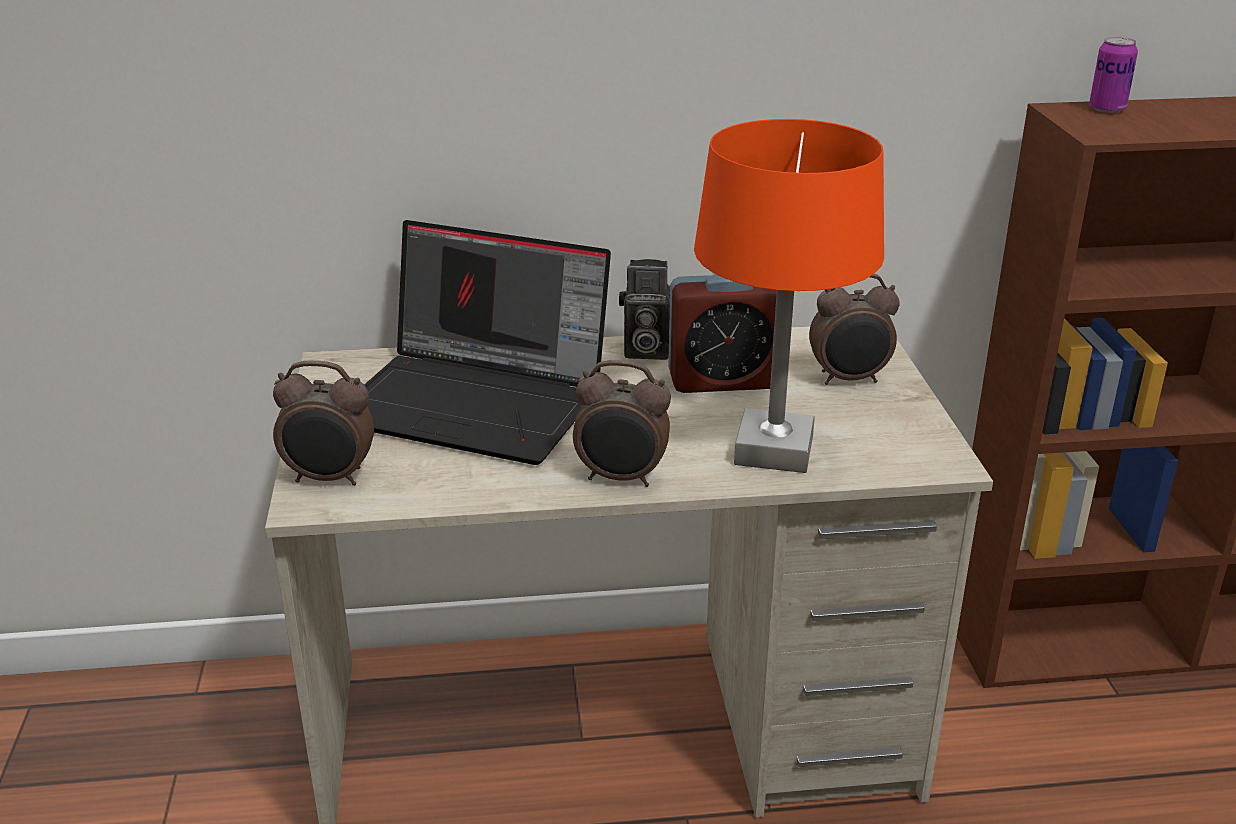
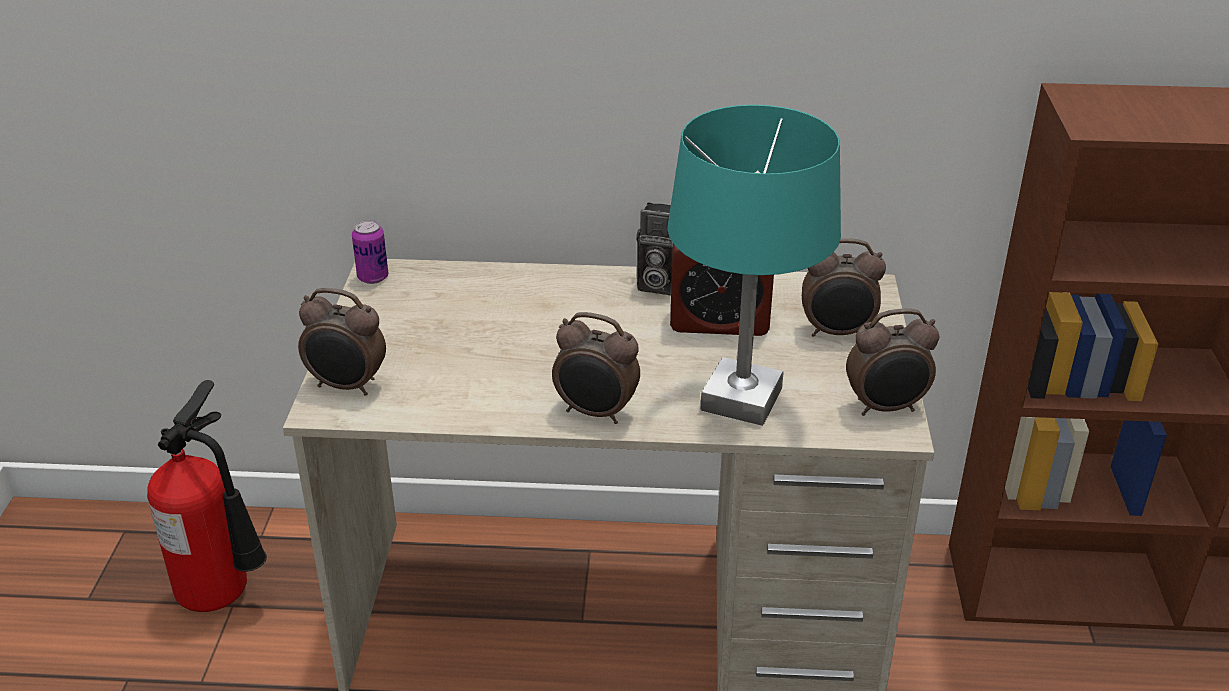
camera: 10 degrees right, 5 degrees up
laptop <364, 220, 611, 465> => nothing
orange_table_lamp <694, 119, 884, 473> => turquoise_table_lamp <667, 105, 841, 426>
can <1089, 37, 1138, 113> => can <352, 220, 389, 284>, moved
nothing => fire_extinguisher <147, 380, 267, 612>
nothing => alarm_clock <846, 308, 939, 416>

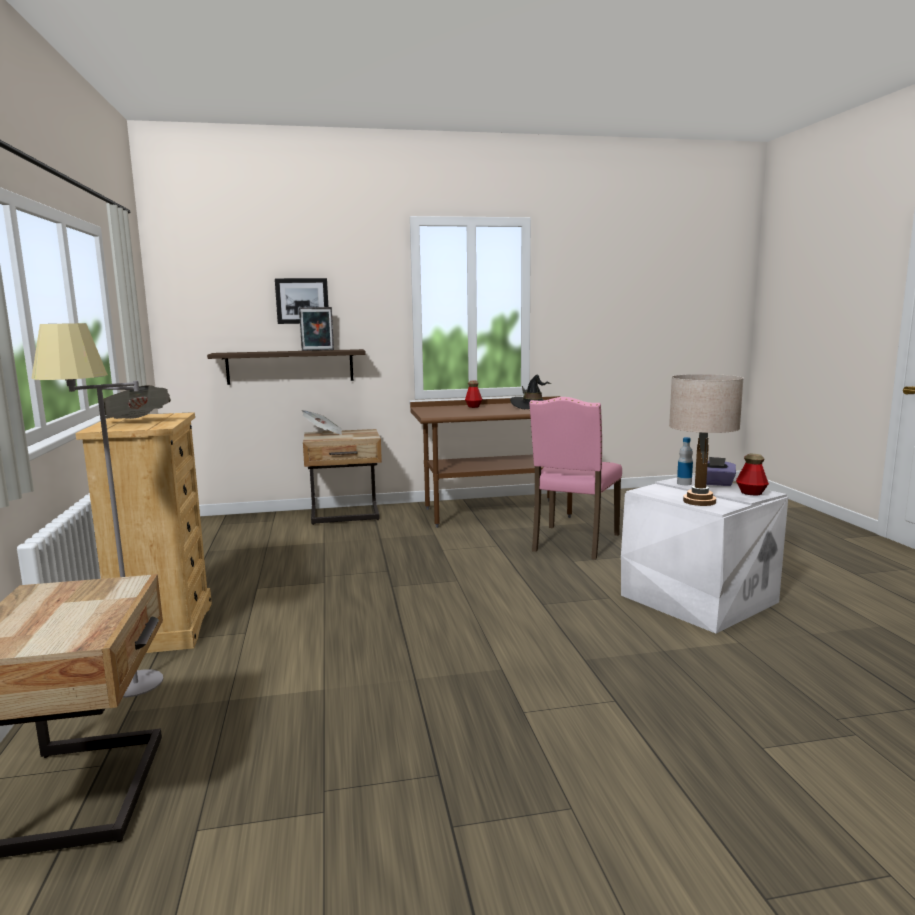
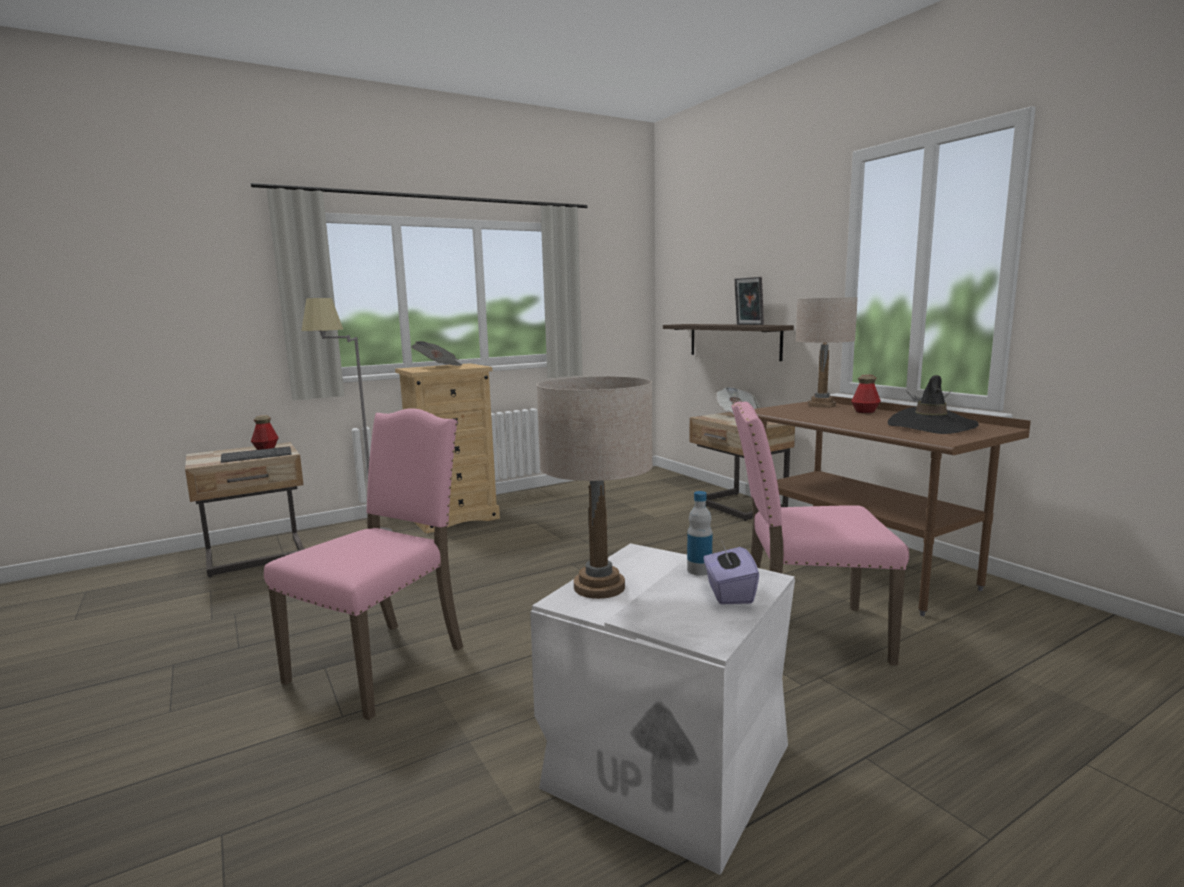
camera: 70 degrees right, 0 degrees up
picture <275, 278, 328, 324> => nothing
bottle <736, 454, 769, 495> => bottle <251, 415, 279, 450>, moved
nothing => keyboard <221, 446, 292, 463>
nothing => pink_chair <264, 408, 463, 720>
nothing => beige_table_lamp <796, 297, 858, 408>

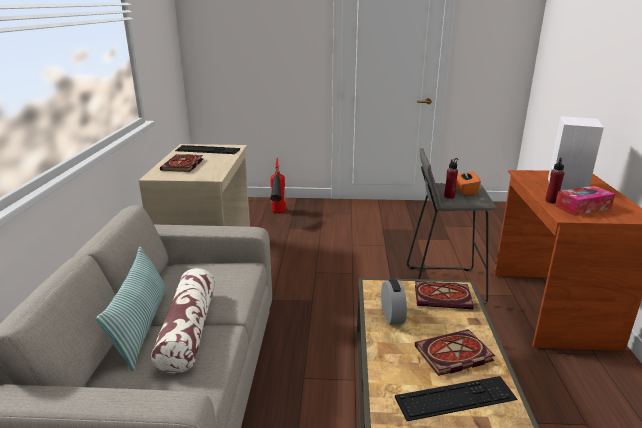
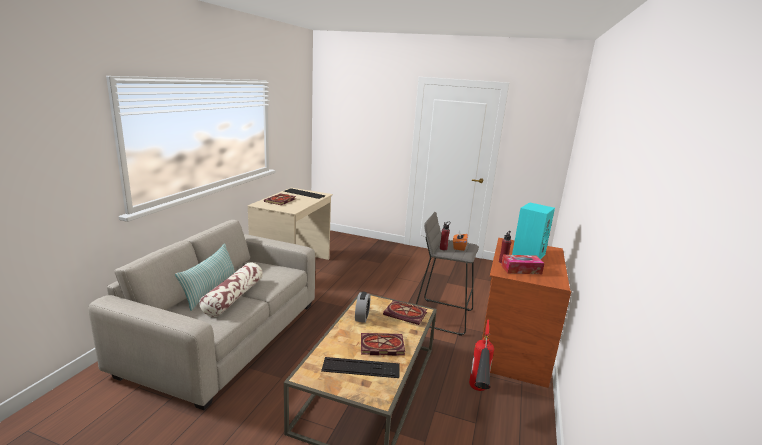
camera: 15 degrees right, 5 degrees down
fire_extinguisher <270, 158, 286, 213> => fire_extinguisher <469, 320, 494, 391>, moved
white_speaker <548, 116, 604, 191> => turquoise_speaker <512, 202, 555, 259>

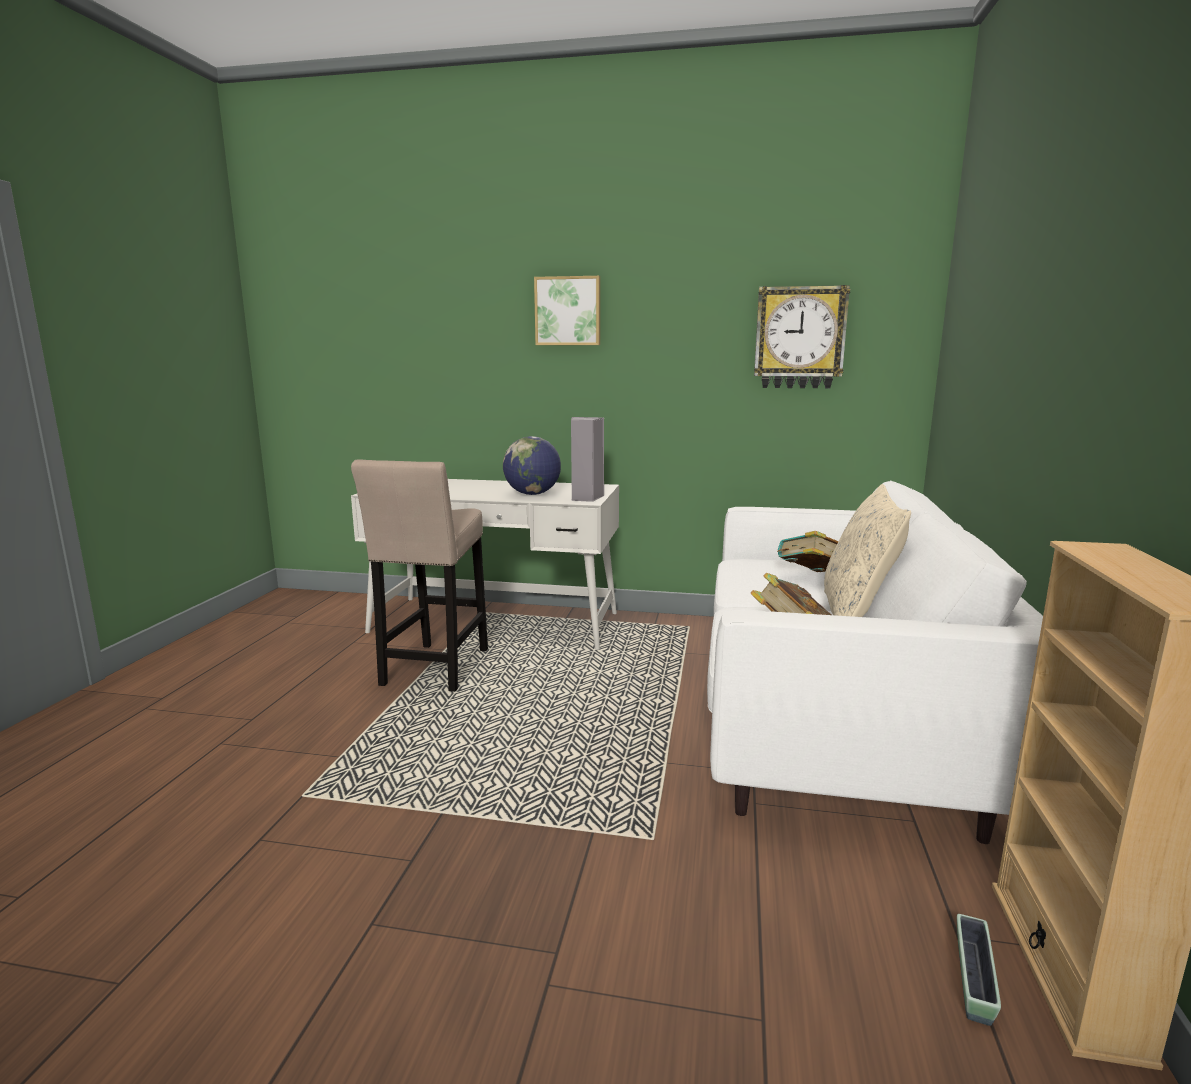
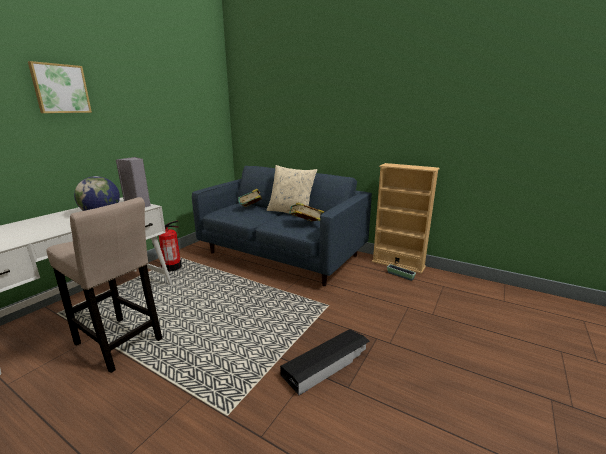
camera: 70 degrees left, 5 degrees up
white_sofa <707, 480, 1043, 844> => blue_sofa <192, 166, 372, 286>
wall_clock <754, 285, 850, 389> => nothing
nothing => fire_extinguisher <153, 221, 182, 271>
nothing => black_storage_box <280, 329, 370, 396>

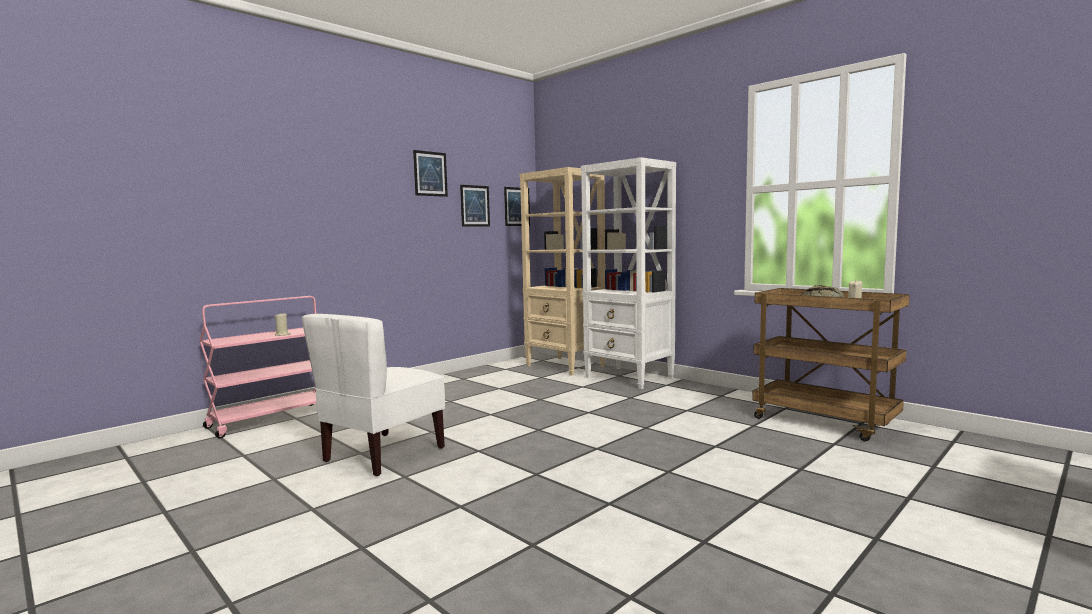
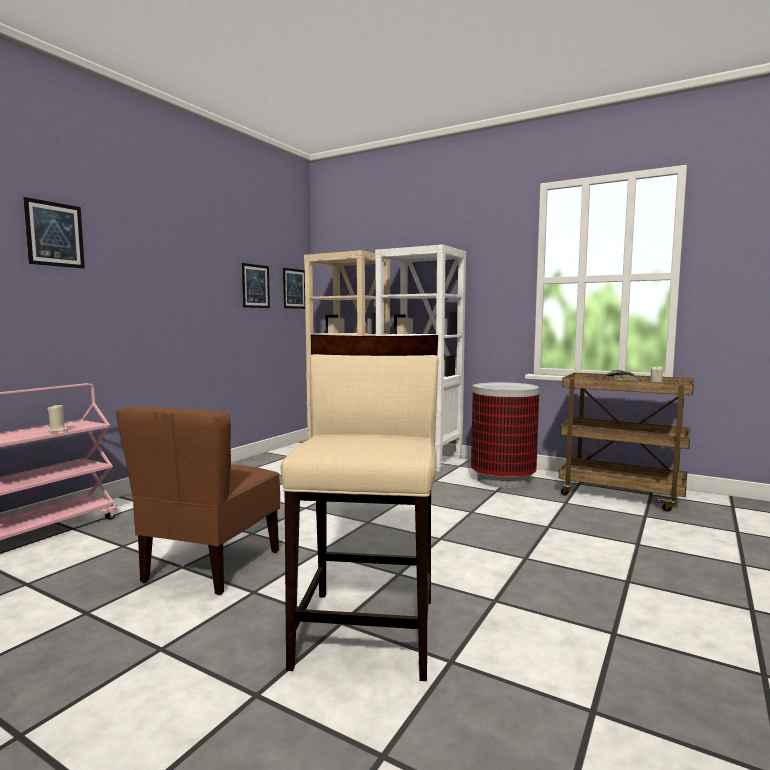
camera: 15 degrees left, 0 degrees up
white_chair <302, 314, 445, 476> => brown_chair <116, 407, 280, 595>
picture <413, 150, 448, 197> => picture <23, 197, 85, 268>, moved
nothing => beige_stool <281, 335, 439, 681>
nothing => trash_can <471, 382, 539, 488>

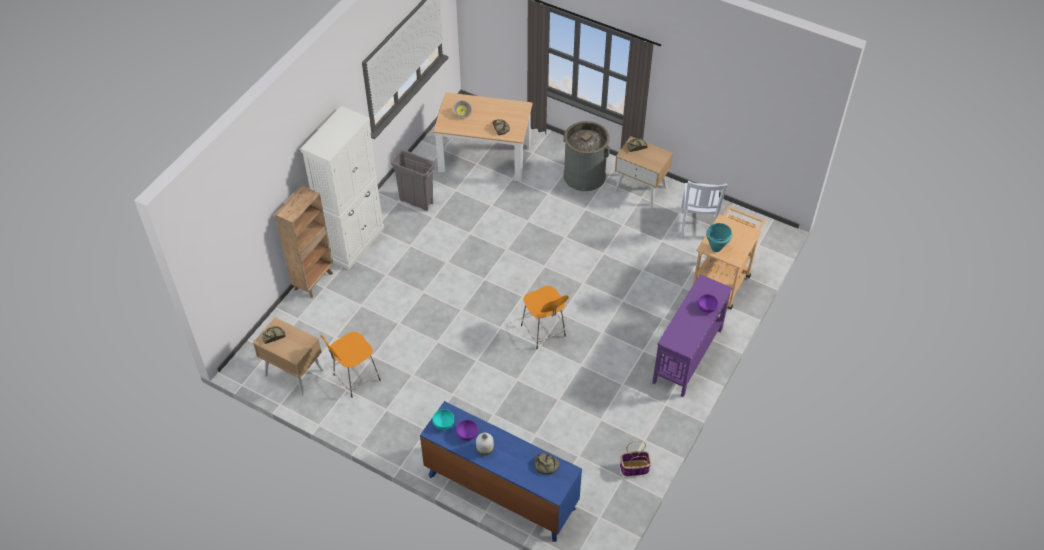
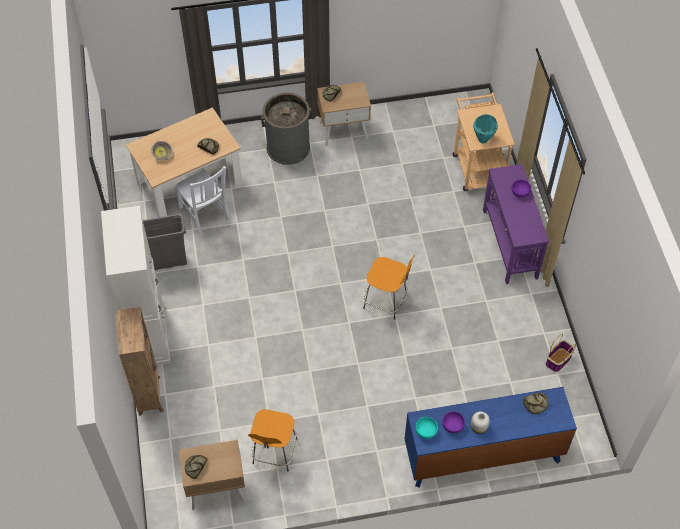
camera: 40 degrees left, 5 degrees up
white_chair <680, 181, 727, 238> => white_chair <174, 166, 230, 236>, moved

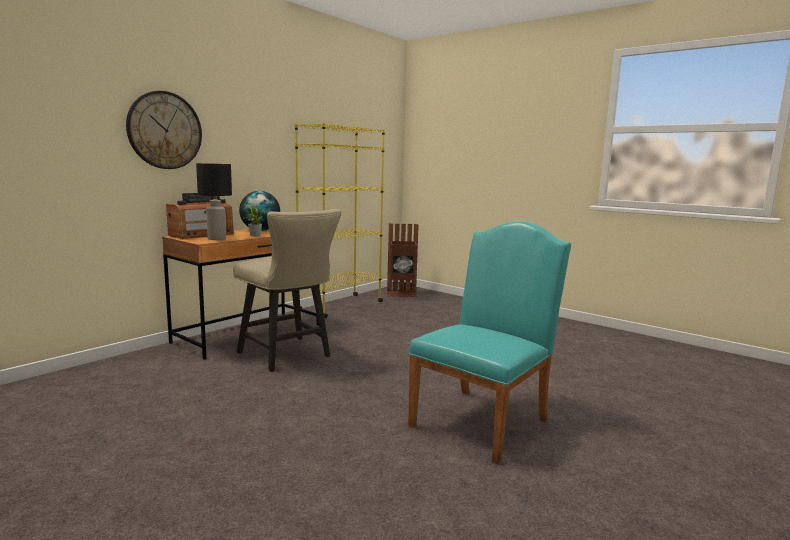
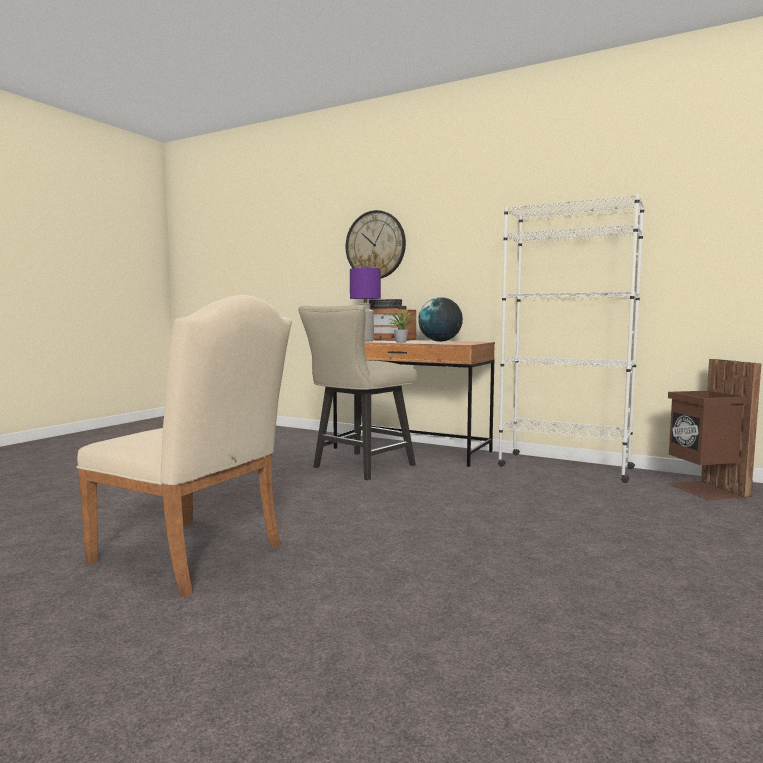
camera: 80 degrees right, 5 degrees down
black_table_lamp <196, 163, 232, 240> => purple_table_lamp <350, 268, 381, 341>
yellow_bookcase <295, 123, 385, 318> => white_bookcase <498, 194, 645, 483>
turquoise_chair <408, 221, 571, 464> => beige_chair <77, 295, 292, 597>

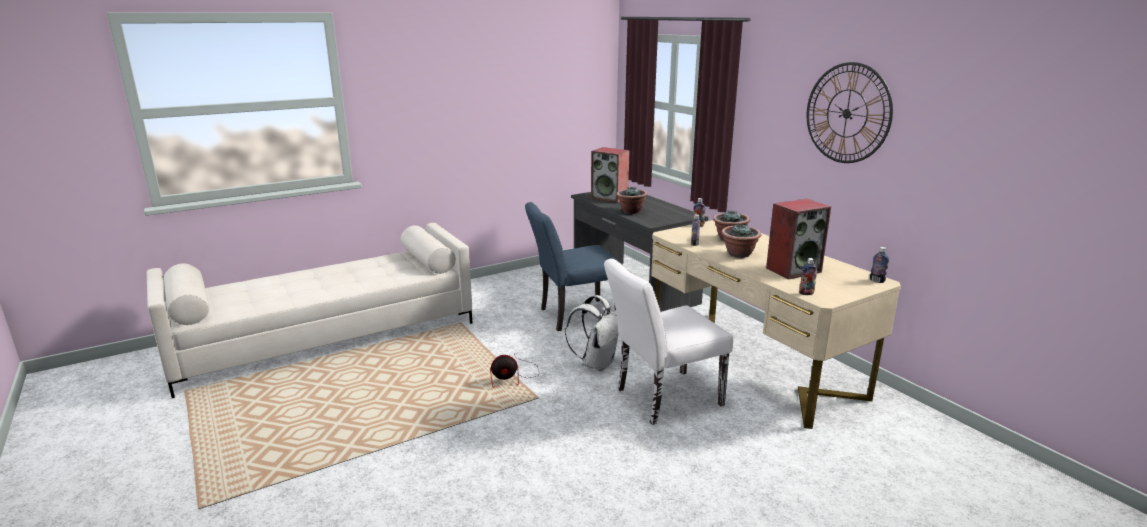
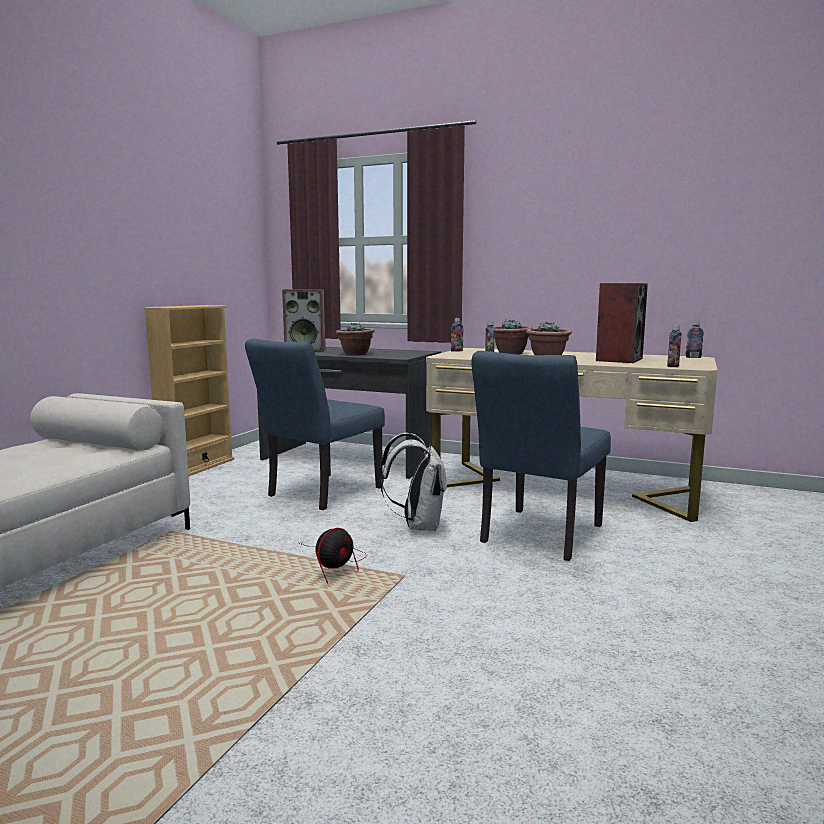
camera: 35 degrees left, 10 degrees down
white_chair <604, 258, 733, 425> => blue_chair <471, 351, 611, 561>
wall_clock <807, 62, 893, 163> => nothing
nothing => beige_bookcase <144, 305, 234, 476>

